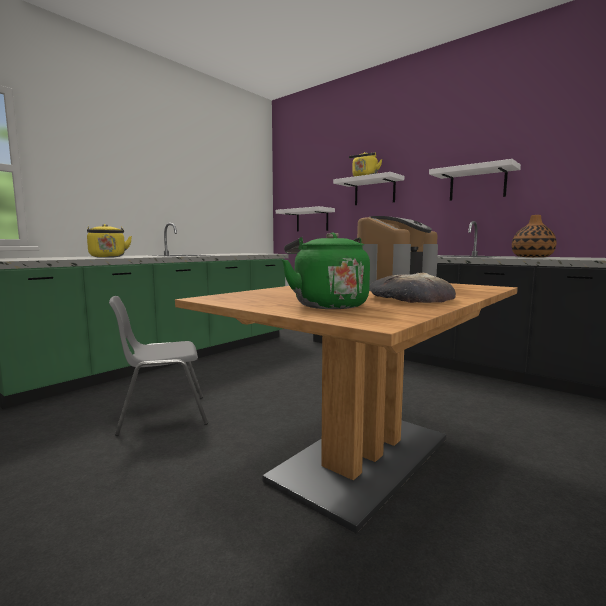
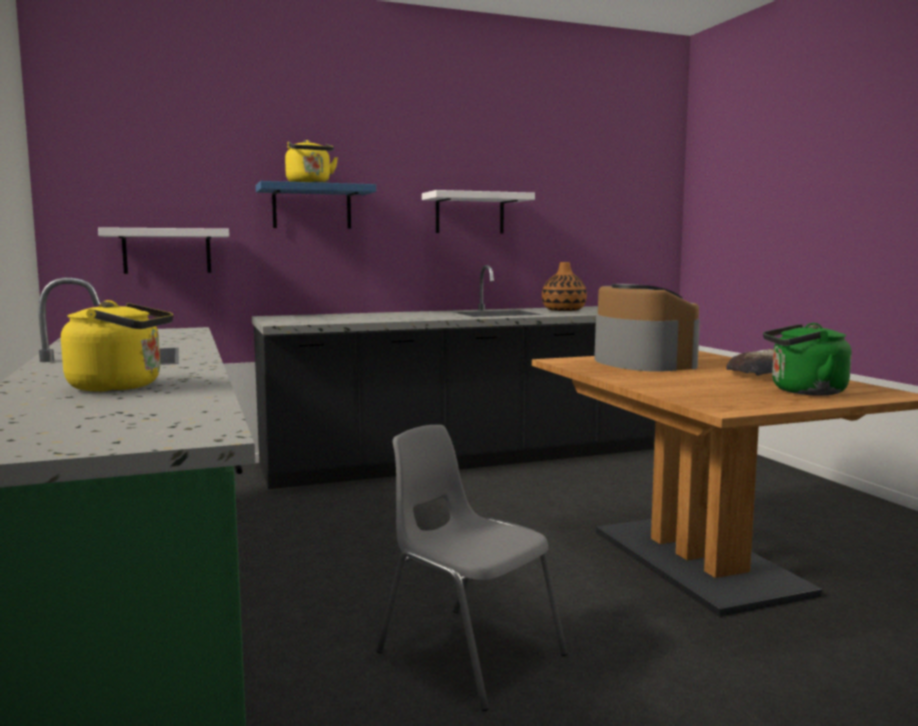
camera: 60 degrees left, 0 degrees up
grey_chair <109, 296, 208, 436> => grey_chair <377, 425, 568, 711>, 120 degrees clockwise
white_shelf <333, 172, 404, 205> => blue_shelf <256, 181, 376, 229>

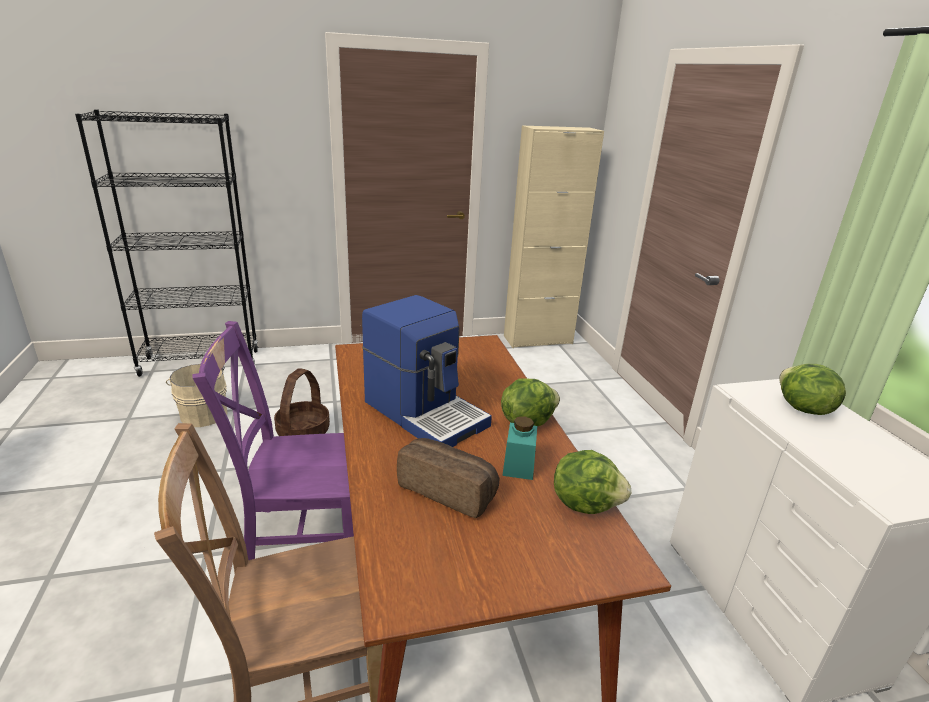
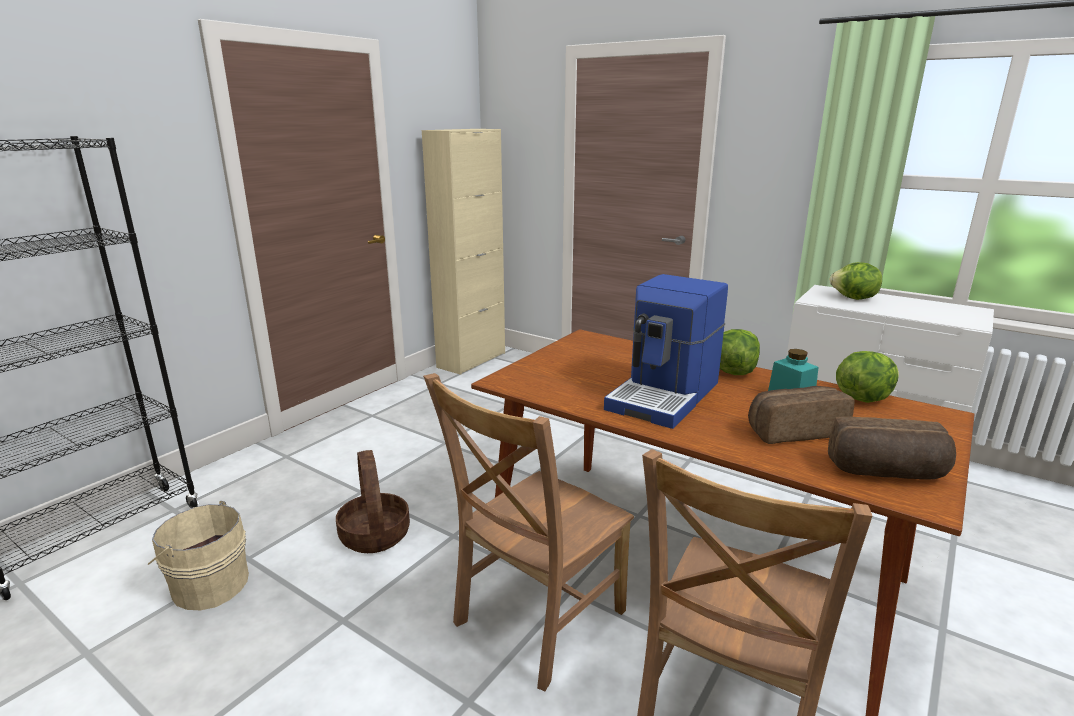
camera: 40 degrees left, 5 degrees down
purple_chair <192, 321, 354, 560> => brown_chair <423, 373, 634, 691>
coffee_machine <362, 295, 492, 447> => coffee_machine <604, 274, 728, 429>, 120 degrees clockwise
nothing => bread <828, 417, 956, 479>

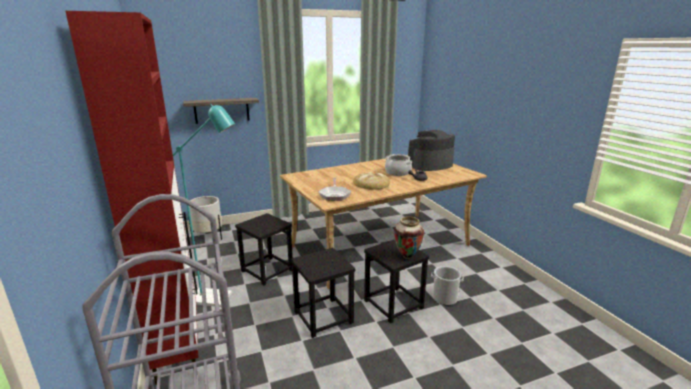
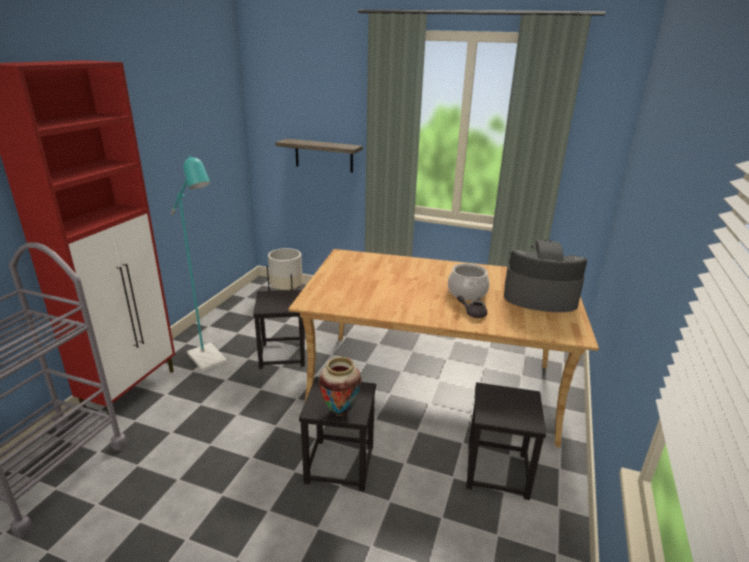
camera: 40 degrees right, 5 degrees up
black_stool <291, 248, 355, 338> => black_stool <466, 382, 546, 500>, moved
frying_pan <318, 177, 351, 201> => nothing
bread <353, 172, 390, 190> => nothing
bucket <431, 266, 464, 305> => nothing

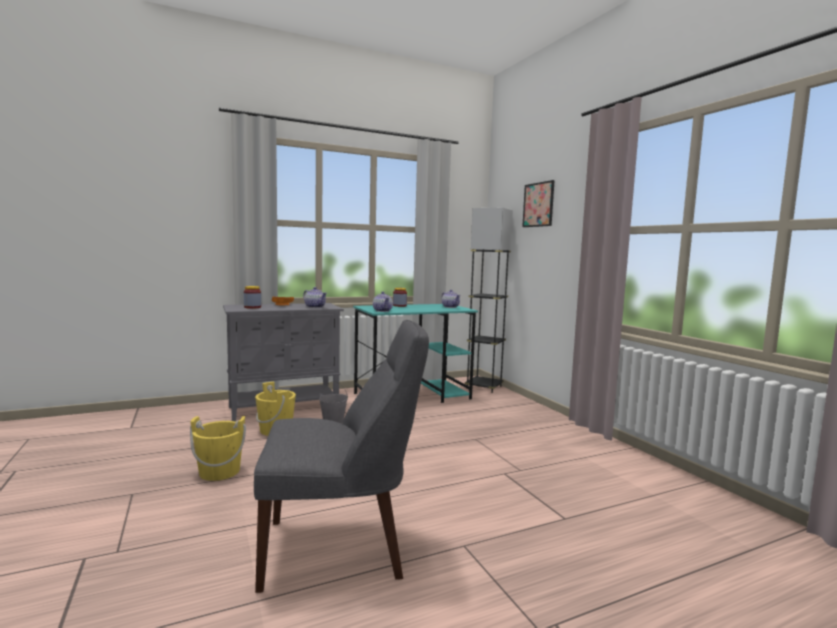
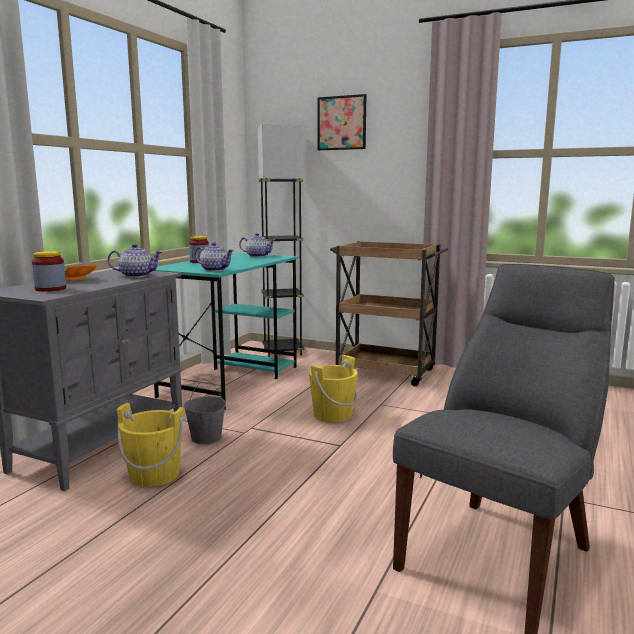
camera: 40 degrees left, 5 degrees up
yellow_bucket <190, 416, 246, 481> => yellow_bucket <309, 355, 358, 423>, moved
nothing => brown_cart <330, 241, 448, 386>

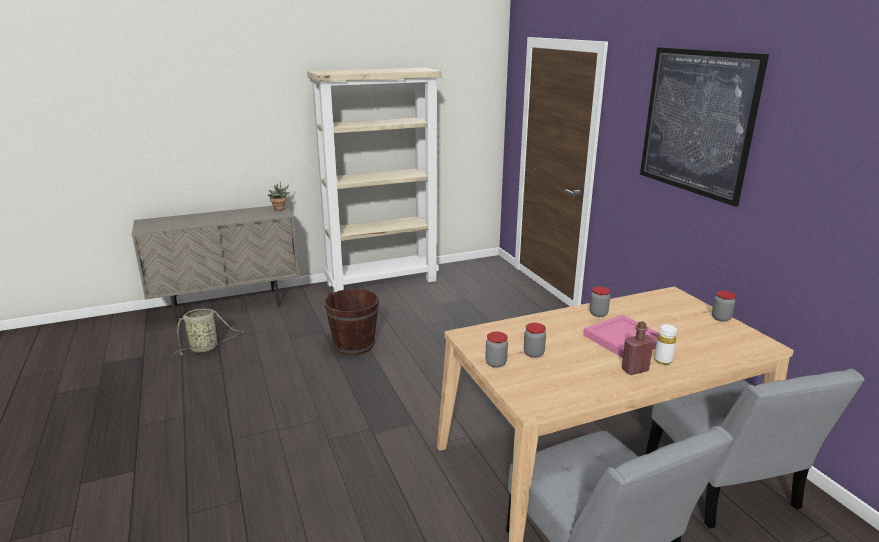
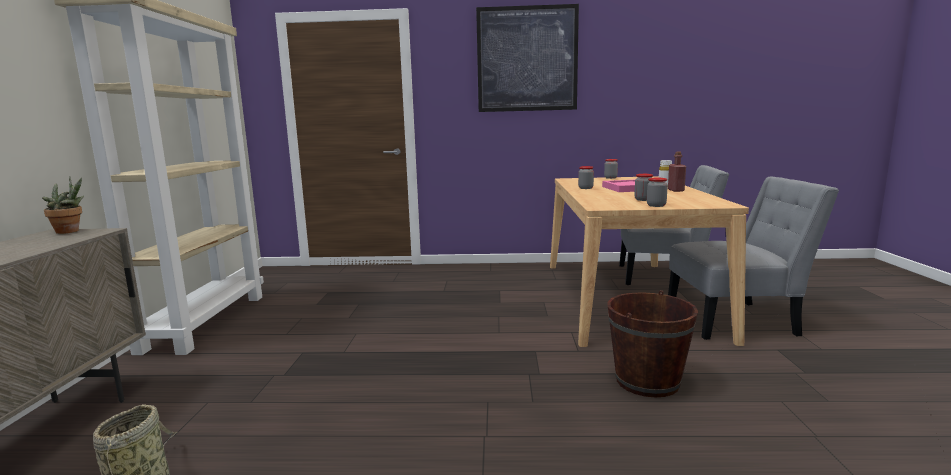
camera: 65 degrees left, 10 degrees down
brown_bucket <324, 289, 379, 355> => brown_bucket <607, 290, 698, 398>, moved

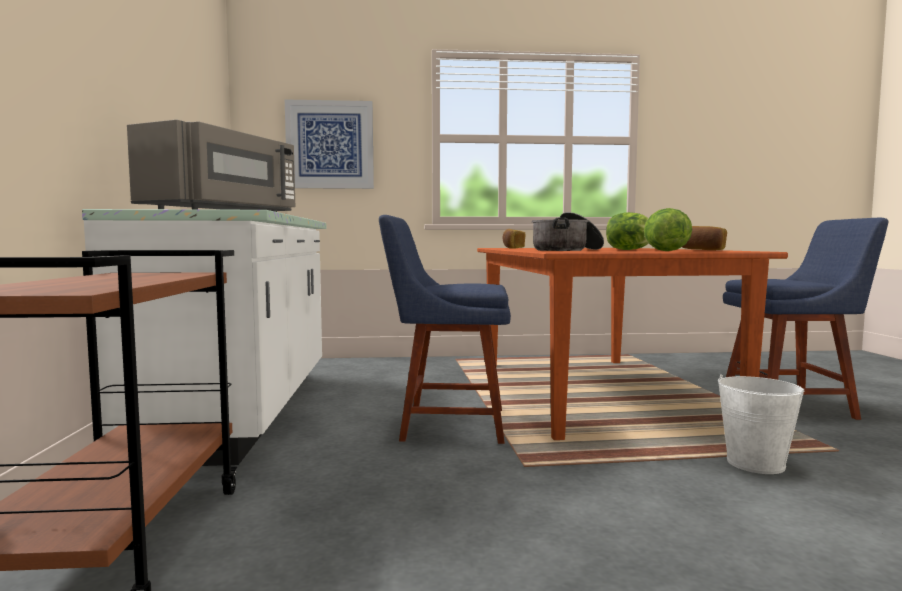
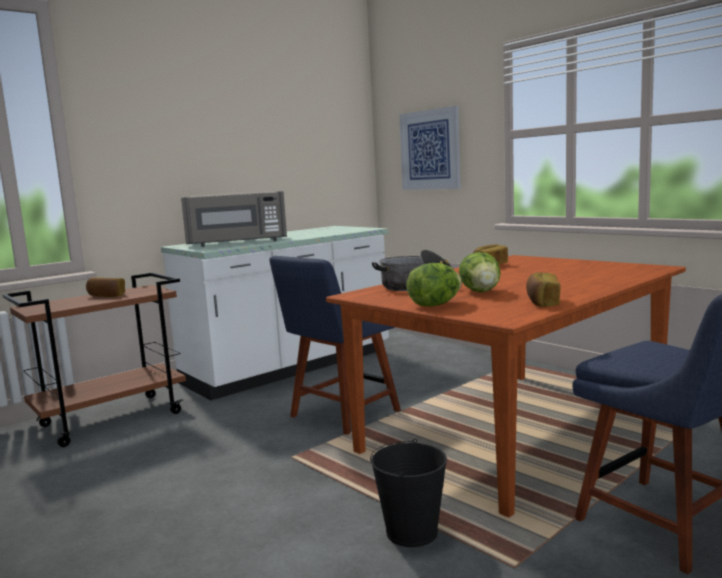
camera: 55 degrees right, 5 degrees up
blue_chair <379, 215, 511, 444> => blue_chair <269, 256, 401, 435>, 105 degrees counterclockwise
white_bucket <718, 374, 804, 474> => black_bucket <370, 439, 447, 547>
nothing => bread <86, 277, 125, 297>

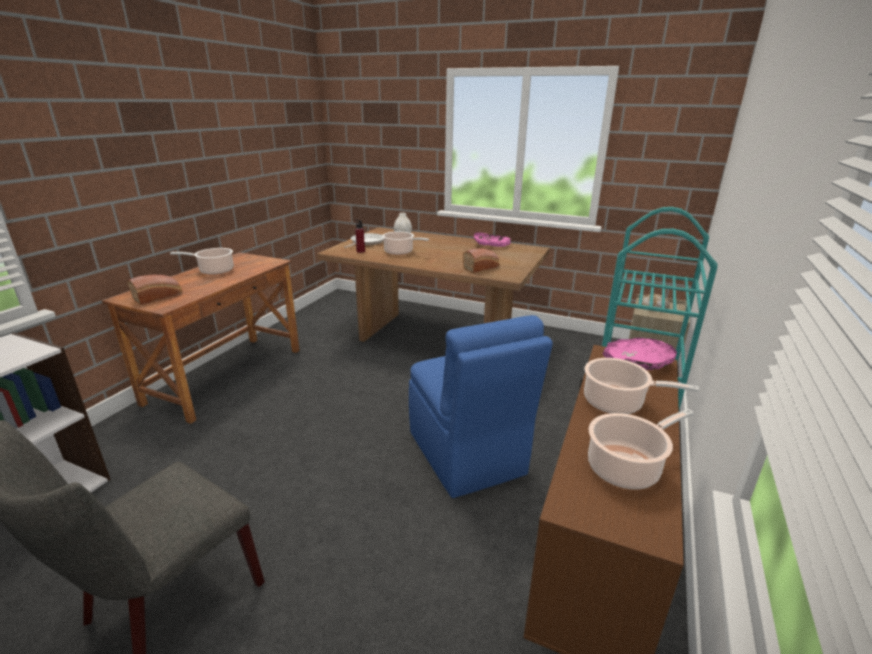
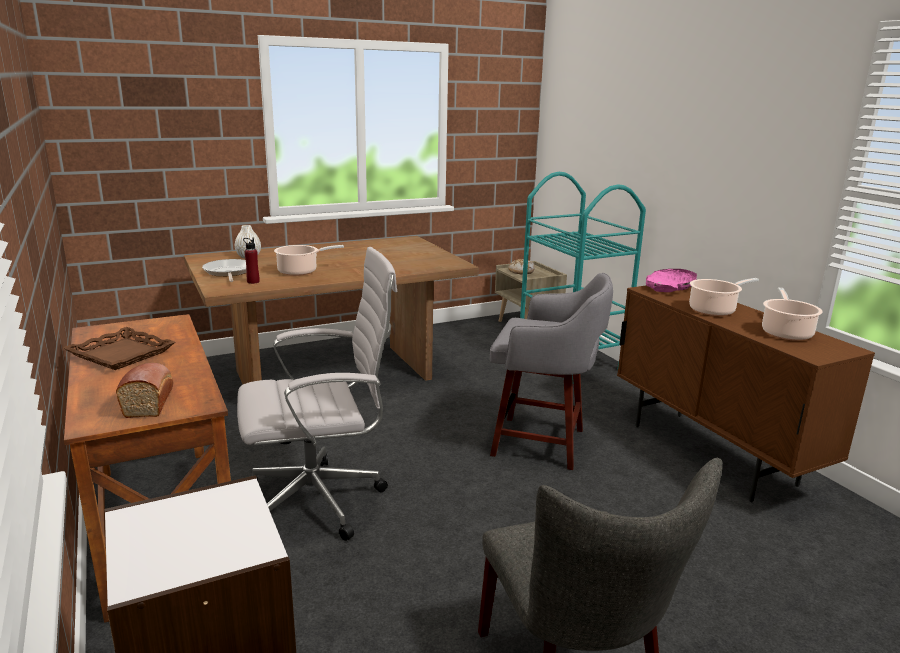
camera: 50 degrees left, 5 degrees down
cooking_pot <170, 248, 234, 275> => brown_tray <63, 327, 175, 370>
blue_chair <409, 315, 553, 498> => grey_stool <490, 273, 613, 470>
bread <463, 249, 500, 273> => nothing
pink_bowl <474, 232, 511, 247> => nothing
nothing => white_office_chair <237, 247, 397, 541>

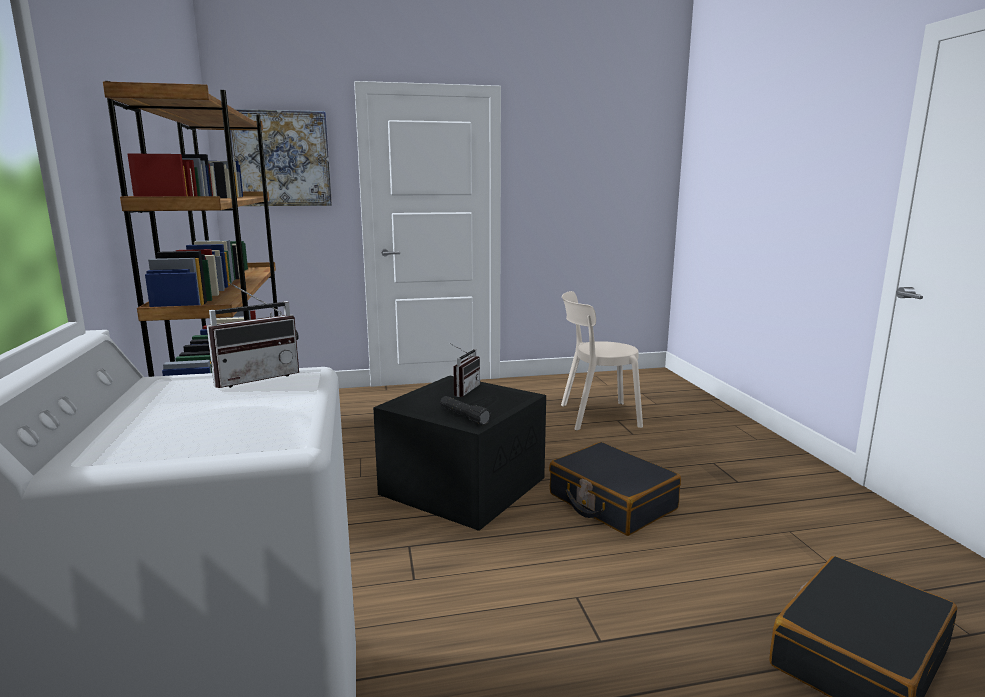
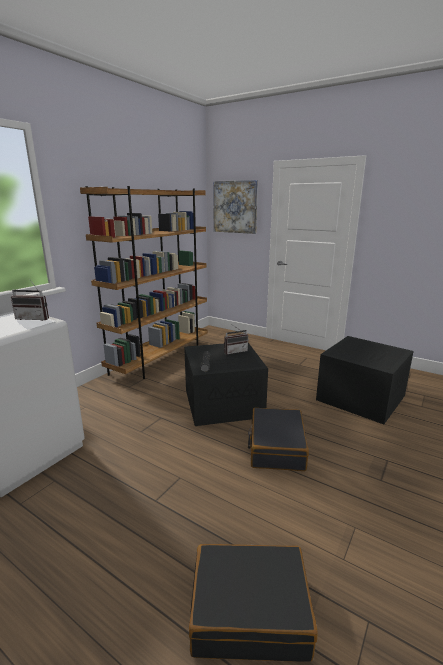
camera: 45 degrees right, 5 degrees up
beige_chair <561, 291, 643, 430> => black_storage_box <316, 336, 414, 424>

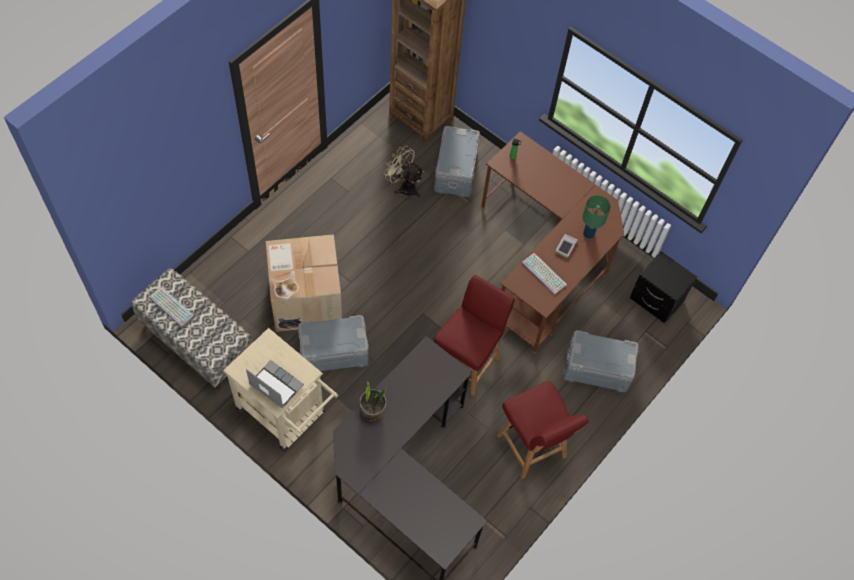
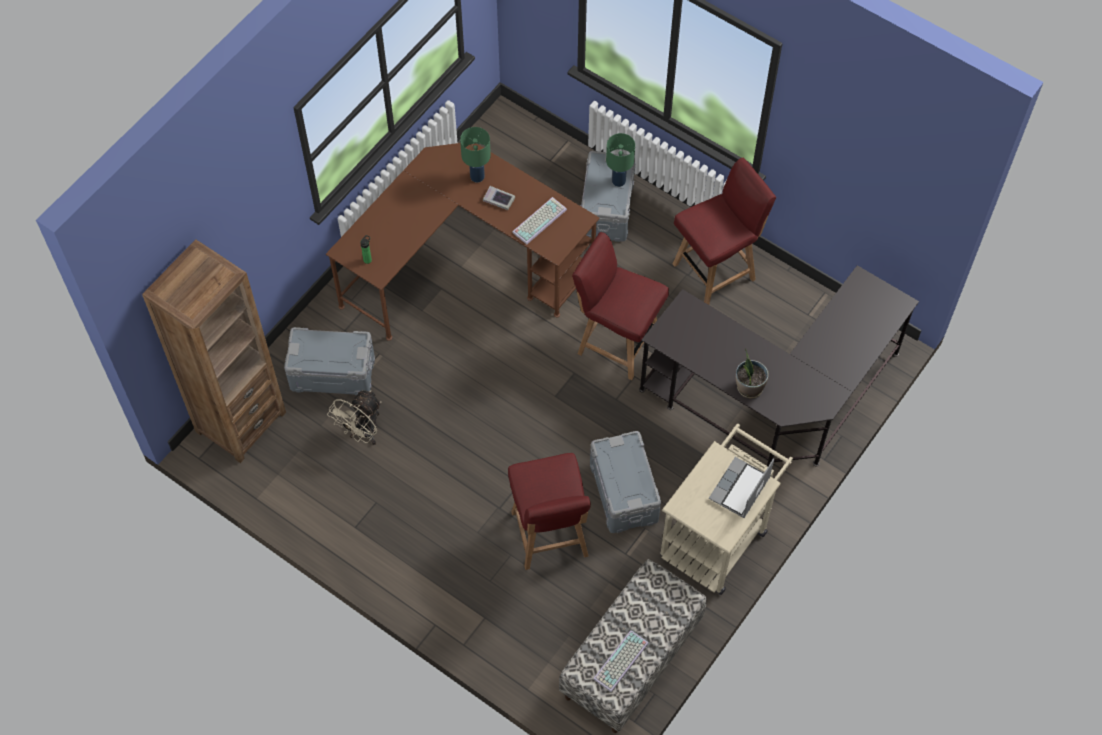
camera: 90 degrees left, 0 degrees up
cardboard_box <266, 234, 342, 332> => red_chair <508, 453, 591, 570>
black_nightstand <630, 251, 697, 323> => nothing
nothing => green_table_lamp <606, 133, 635, 187>

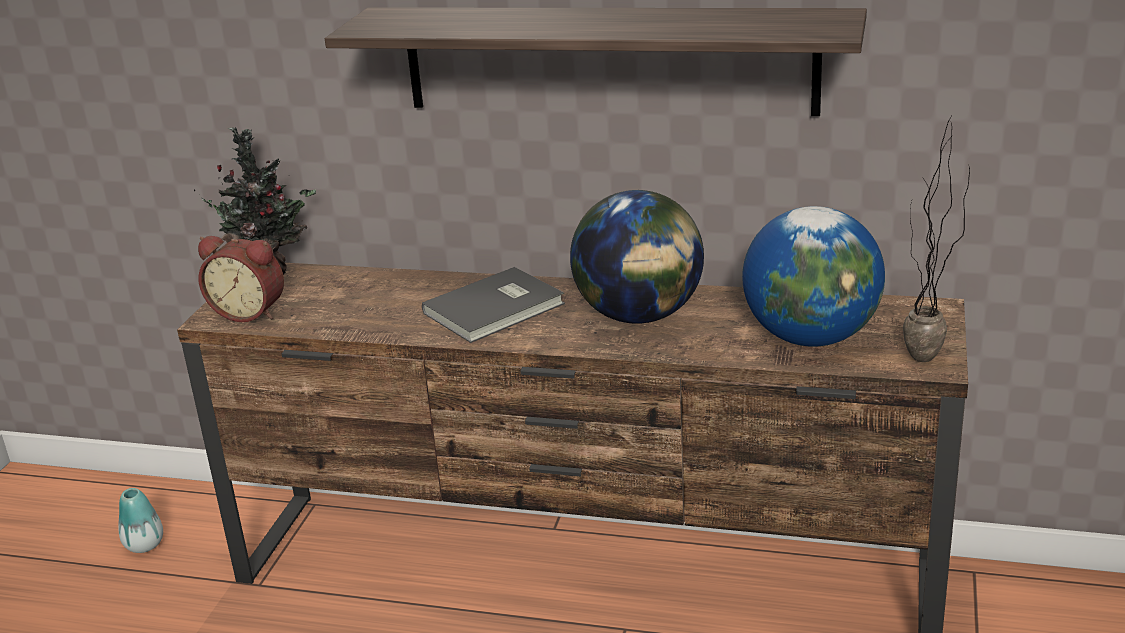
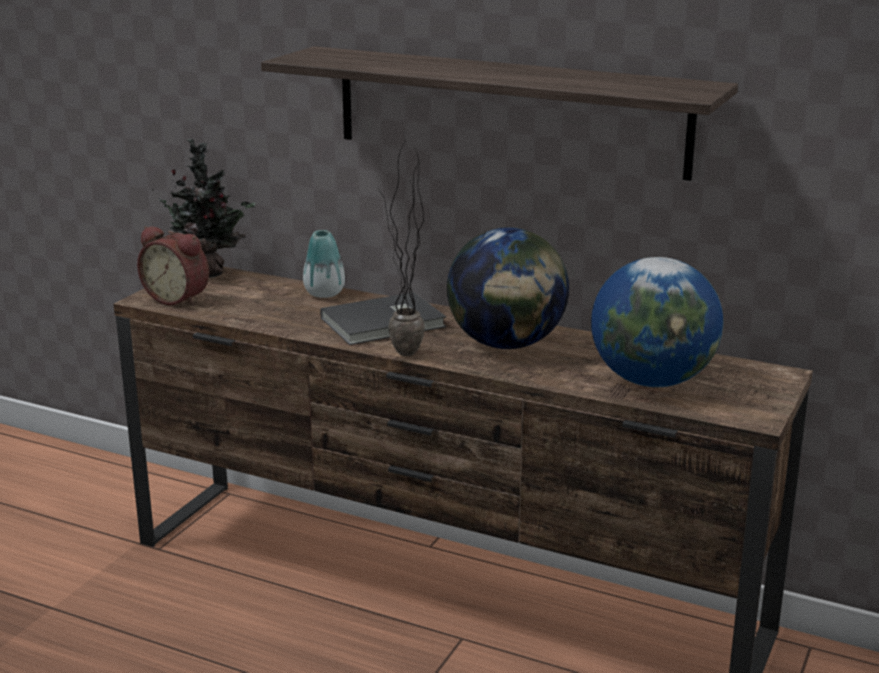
camera: 10 degrees right, 5 degrees down
vase <118, 488, 163, 553> => vase <303, 230, 345, 298>, moved
potted_plant <903, 114, 970, 362> => potted_plant <377, 139, 425, 356>, moved

